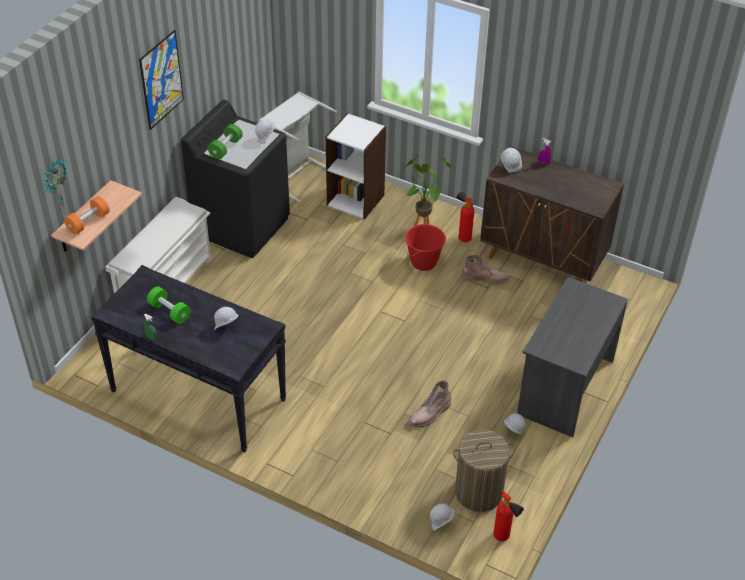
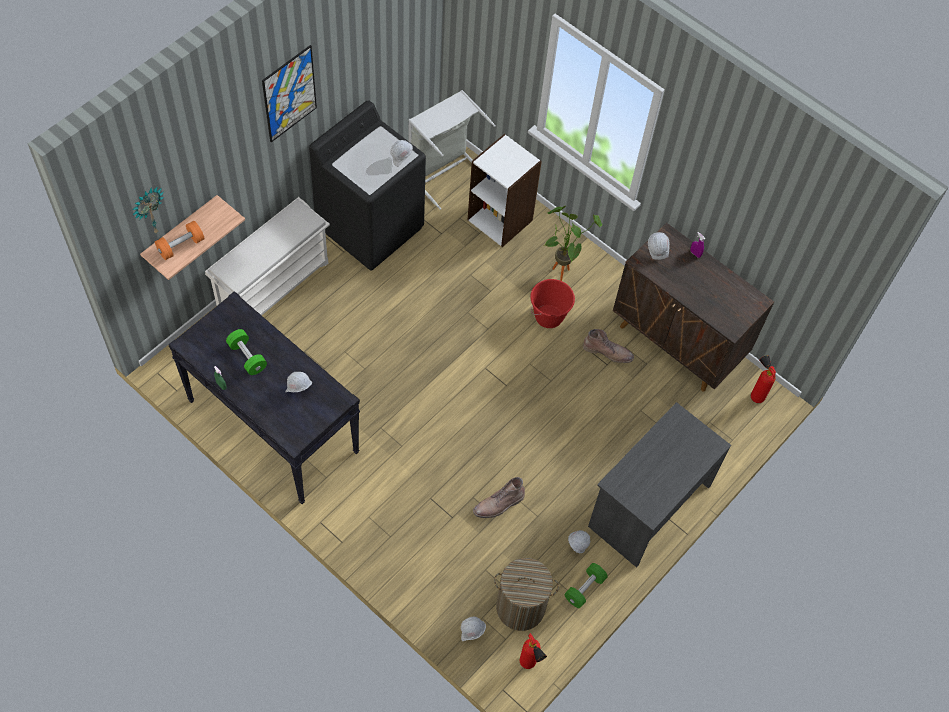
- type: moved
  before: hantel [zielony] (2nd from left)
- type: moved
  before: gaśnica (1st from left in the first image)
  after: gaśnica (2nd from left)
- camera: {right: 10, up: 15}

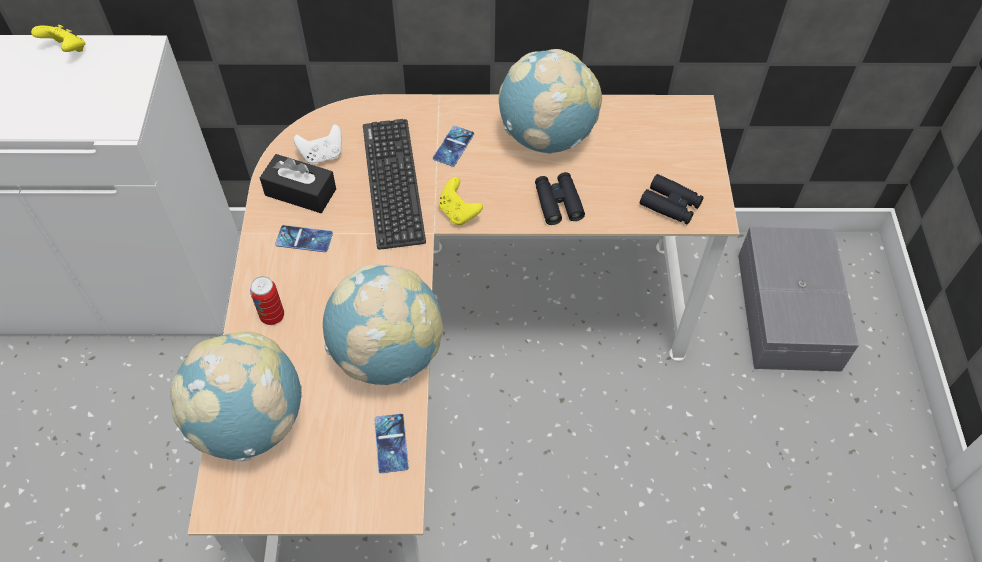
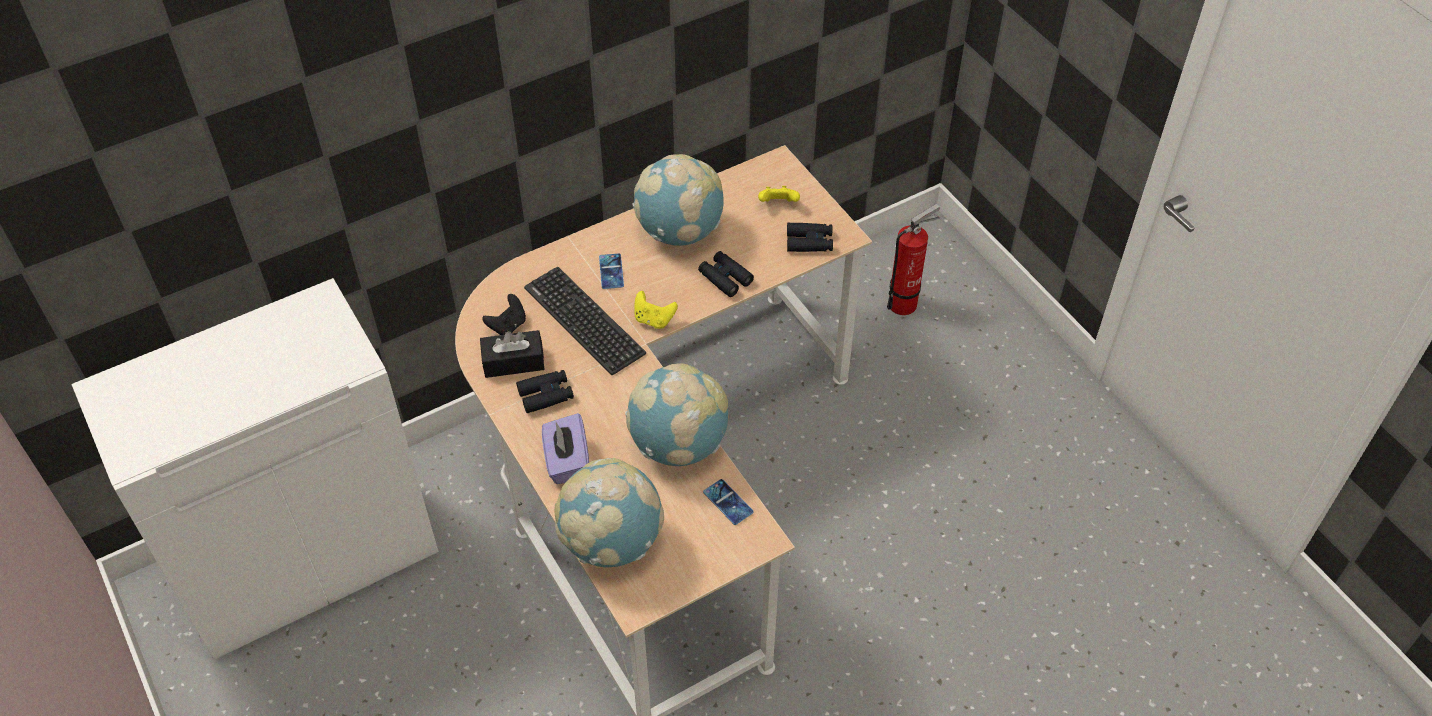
- type: recoloured
  before: pad do gier [biały]
  after: pad do gier [czarny]
- type: replaced
  before: telefon (1st from left)
  after: lornetka [czarny] (1st from left)
- type: replaced
  before: puszka
  after: pudełko chusteczek [fioletowy]
- type: moved
  before: pad do gier [żółty] (1st from left in the first image)
  after: pad do gier [żółty] (2nd from left)
- type: replaced
  before: pojemnik do przechowywania [szary]
  after: gaśnica
- camera: {right: -30, up: -5}

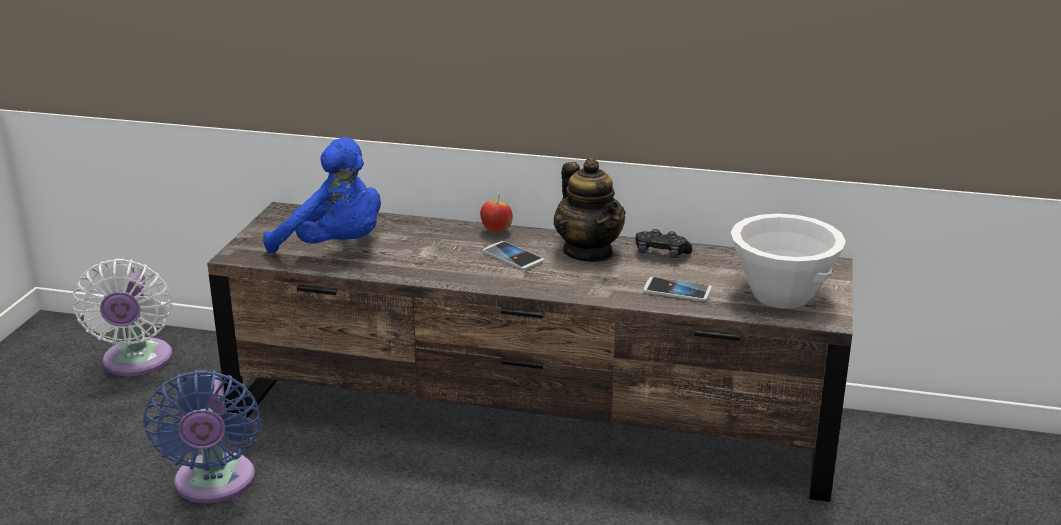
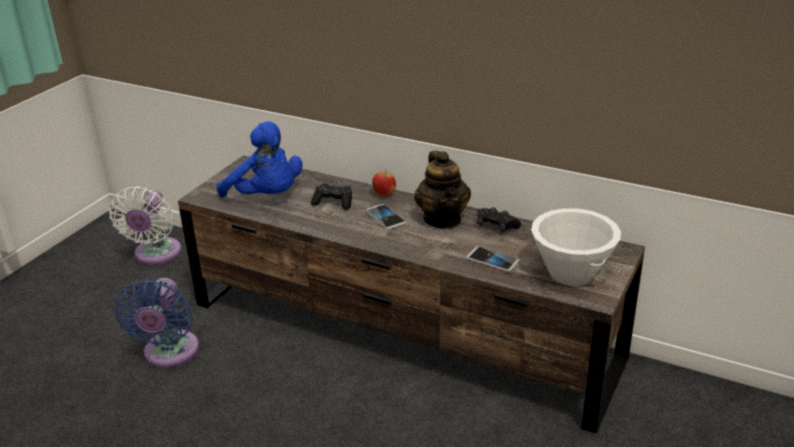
- type: added
  after: pad do gier [czarny] (1st from left)
- camera: {right: 15, up: 5}

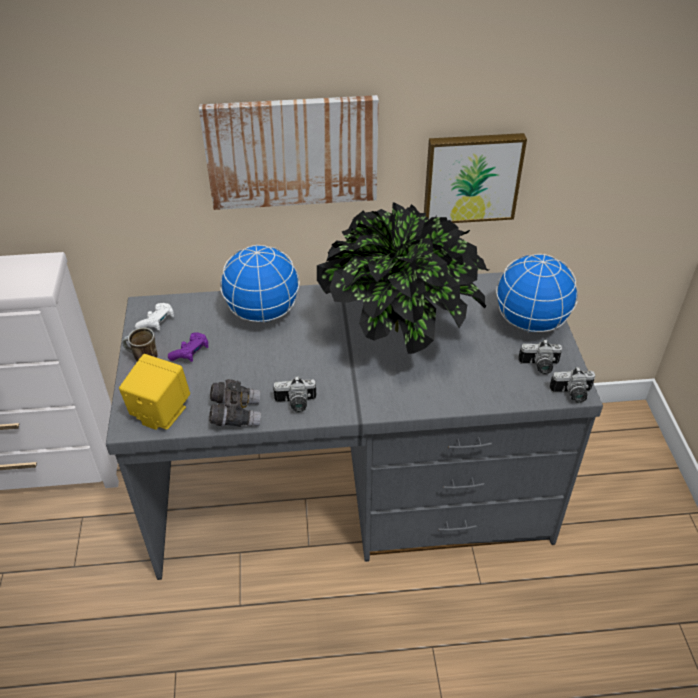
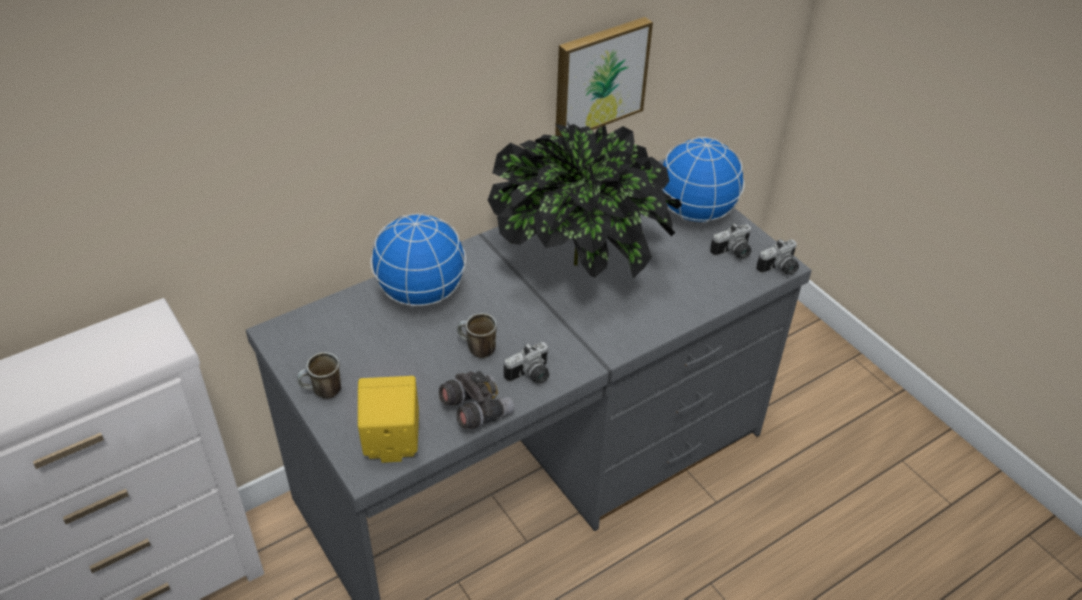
- type: added
  after: kubek (2nd from left)
- type: removed
  before: pad do gier [biały]
- type: removed
  before: pad do gier [fioletowy]
- type: removed
  before: obraz (1st from left)
- camera: {right: -30, up: 0}

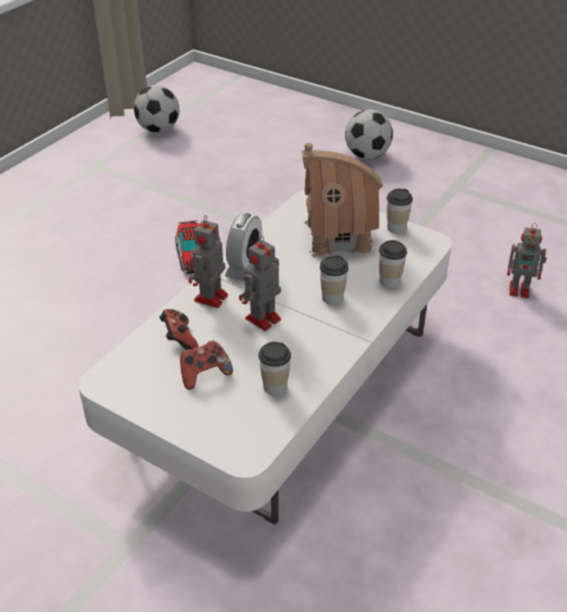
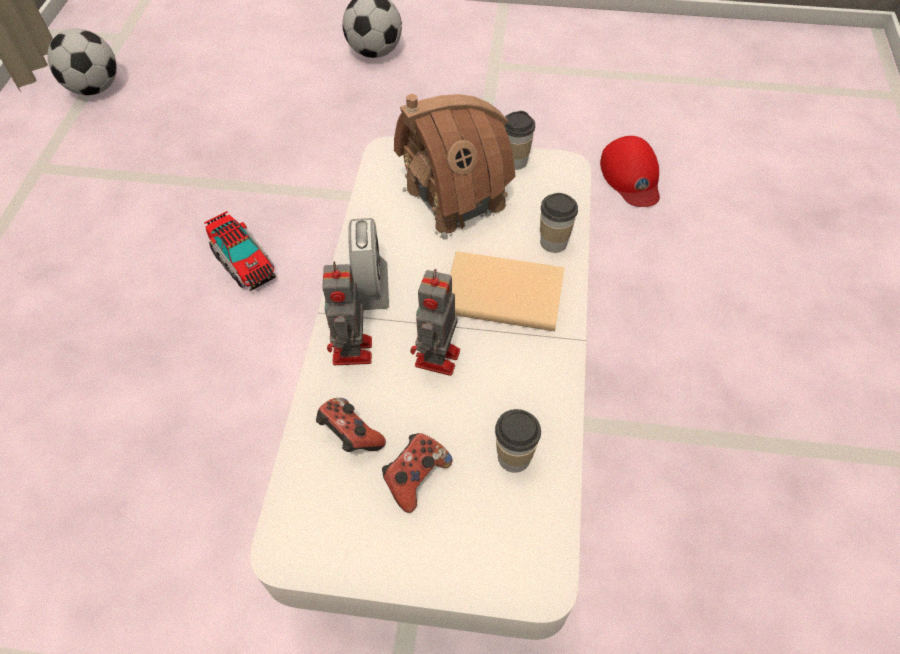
- type: replaced
  before: filiżanka (2nd from left)
  after: książka [beżowy]
- type: replaced
  before: robot zabawkowy (3rd from left)
  after: czapka z daszkiem [czerwony]
- camera: {right: -25, up: 15}

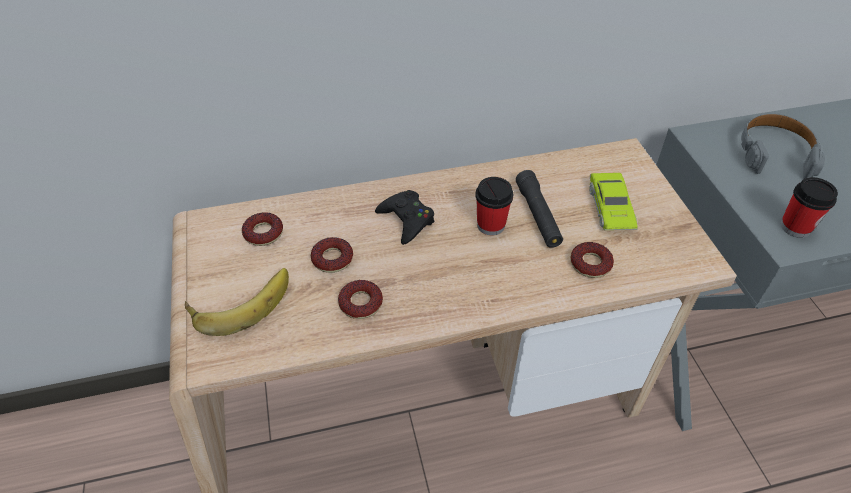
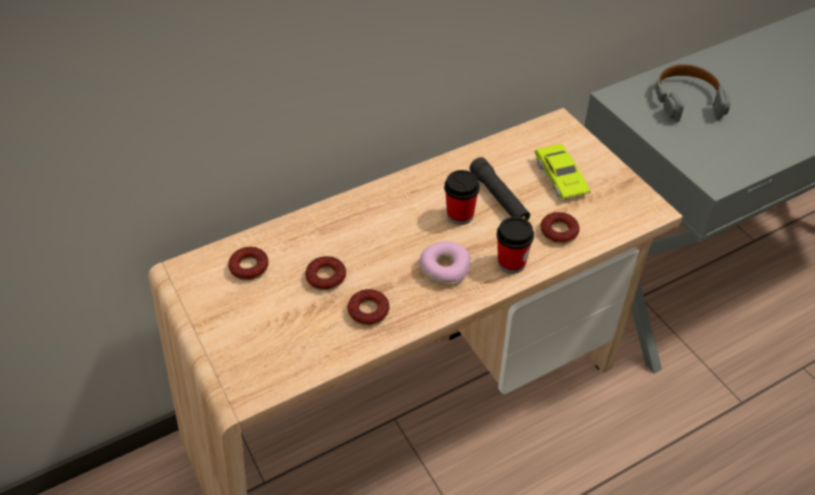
- type: added
  after: donut (4th from left)
- type: moved
  before: filiżanka (2nd from left)
- type: removed
  before: banan
- type: removed
  before: pad do gier [czarny]
- camera: {right: -15, up: 0}

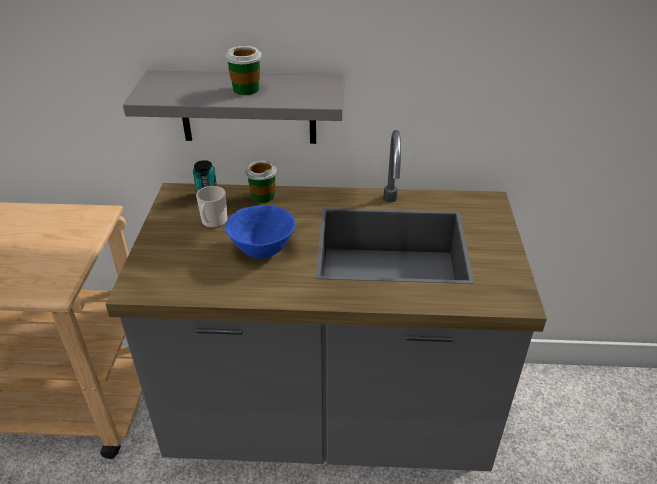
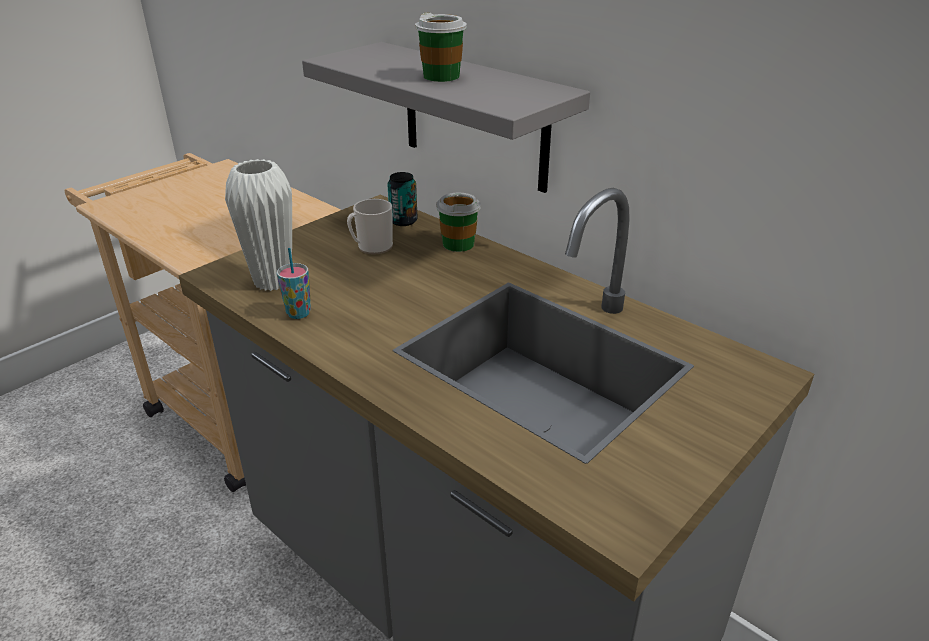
- type: added
  after: wazon [biały]
- type: added
  after: filiżanka (1st from left)
- type: removed
  before: miska [niebieski]
- camera: {right: 40, up: -5}

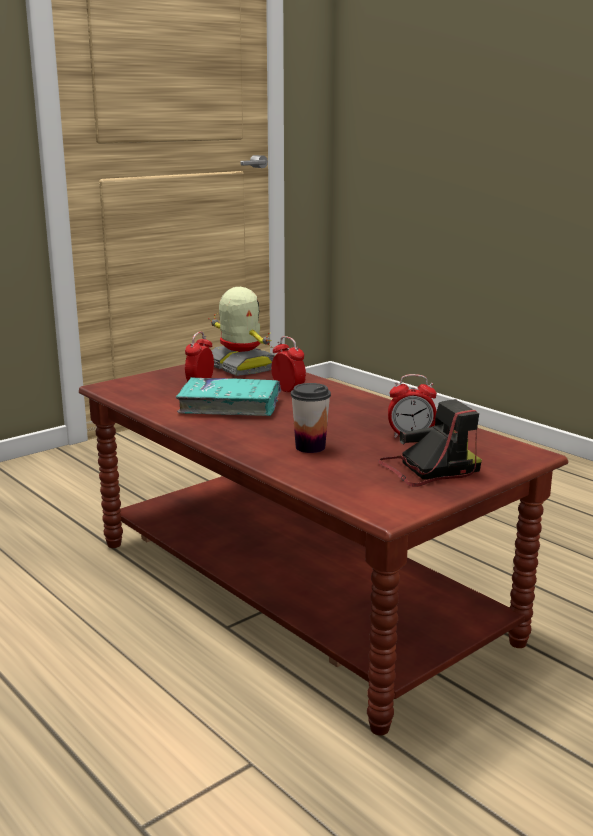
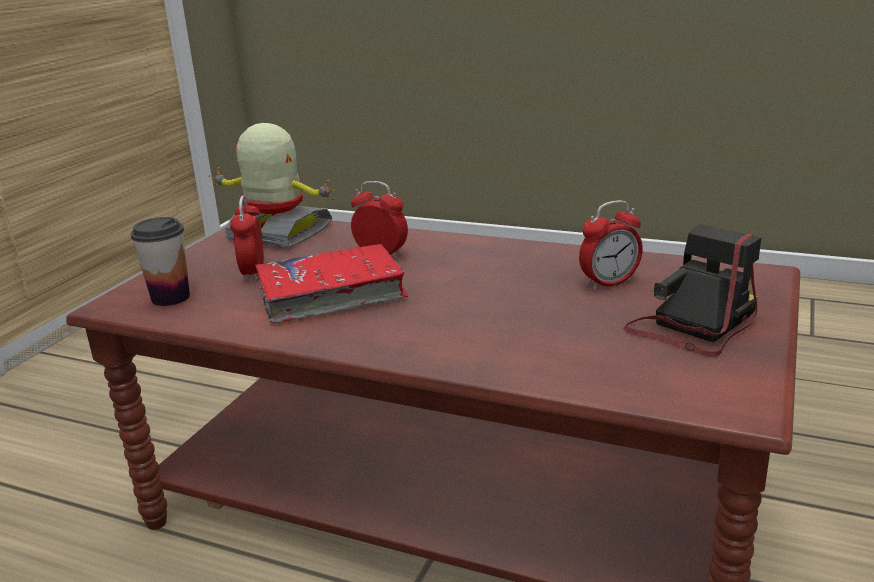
- type: moved
  before: filiżanka
- type: recoloured
  before: książka [turkusowy]
  after: książka [czerwony]
- camera: {right: -25, up: 5}

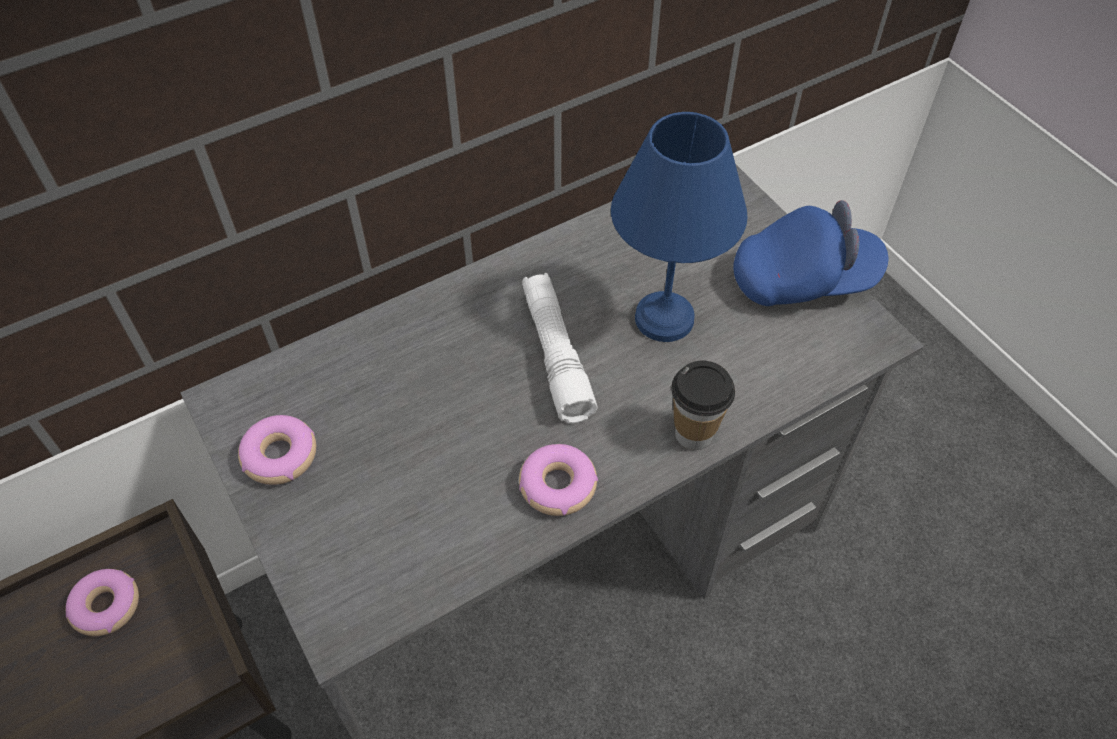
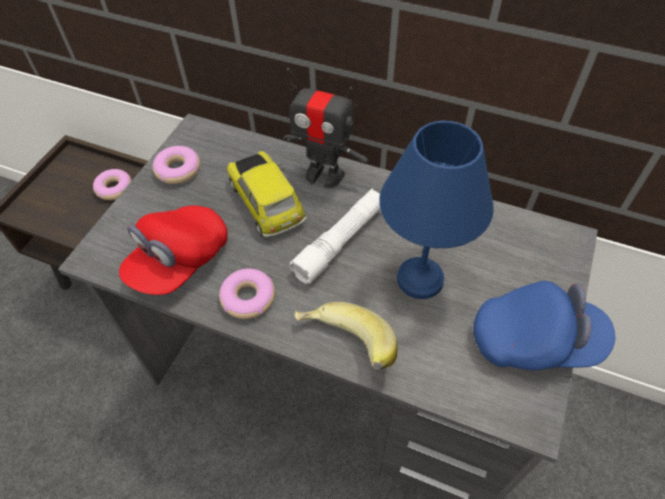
- type: added
  after: czapka z daszkiem [czerwony]
- type: added
  after: samochodzik
- type: added
  after: robot zabawkowy
- type: replaced
  before: filiżanka
  after: banan
- type: turned
  before: czapka z daszkiem [niebieski]
  turn: -45
- camera: {right: 55, up: 0}

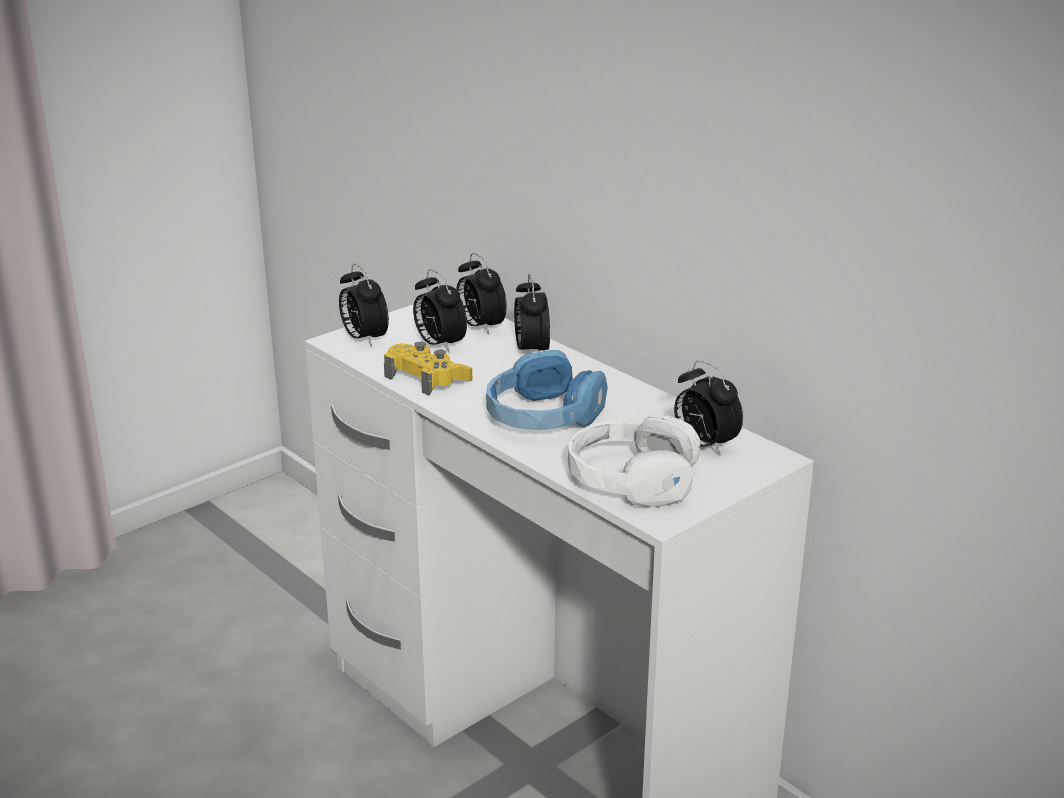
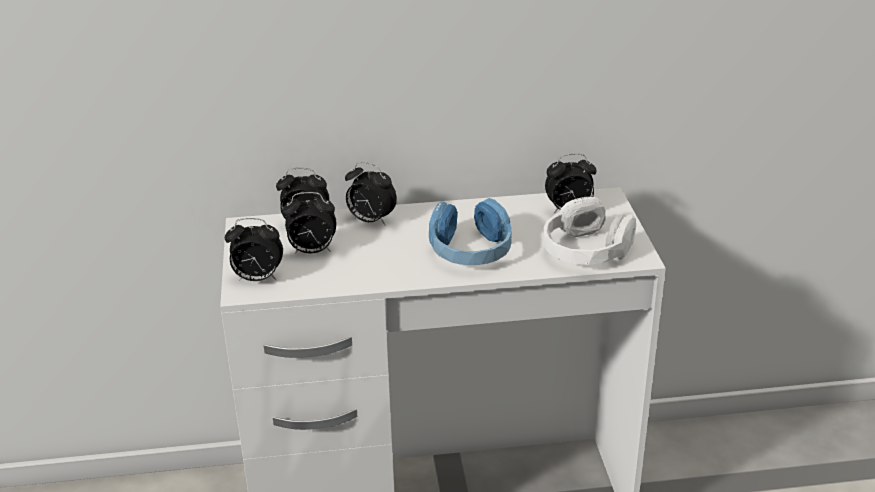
- type: removed
  before: pad do gier [żółty]
- camera: {right: -55, up: 5}

